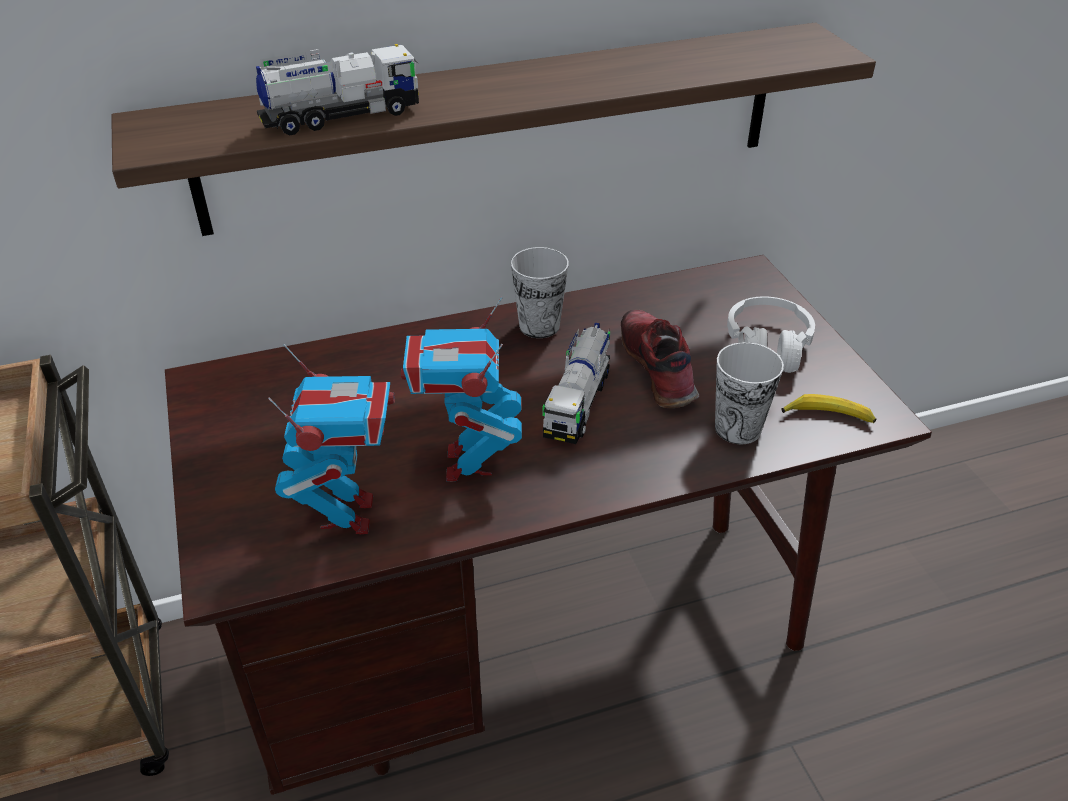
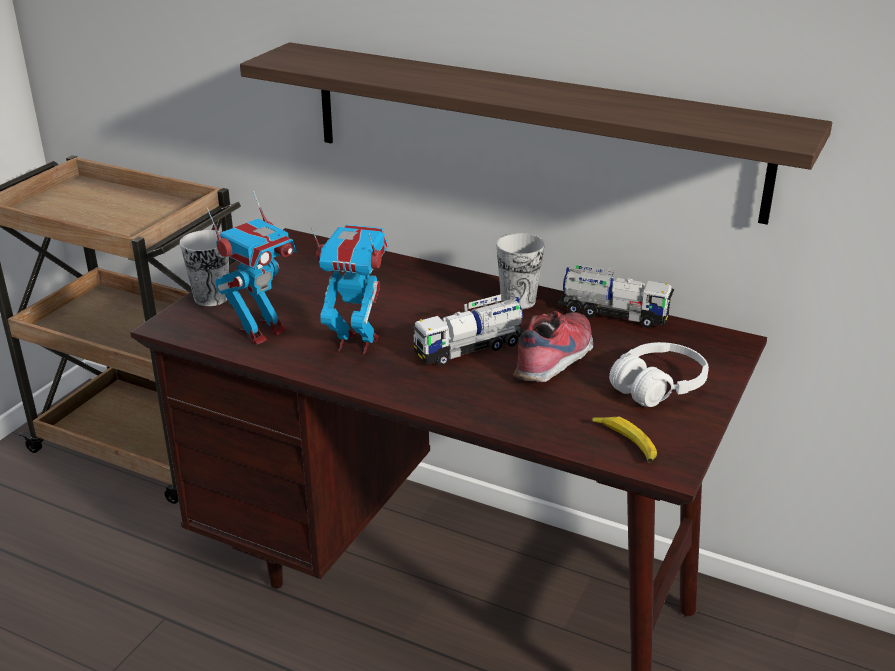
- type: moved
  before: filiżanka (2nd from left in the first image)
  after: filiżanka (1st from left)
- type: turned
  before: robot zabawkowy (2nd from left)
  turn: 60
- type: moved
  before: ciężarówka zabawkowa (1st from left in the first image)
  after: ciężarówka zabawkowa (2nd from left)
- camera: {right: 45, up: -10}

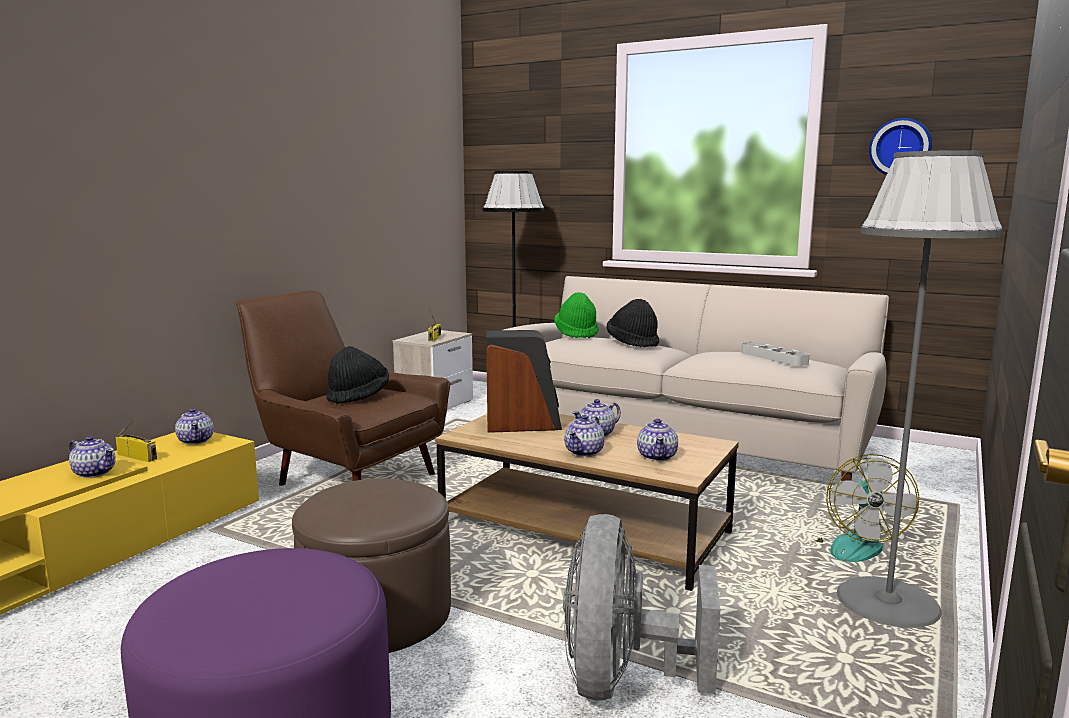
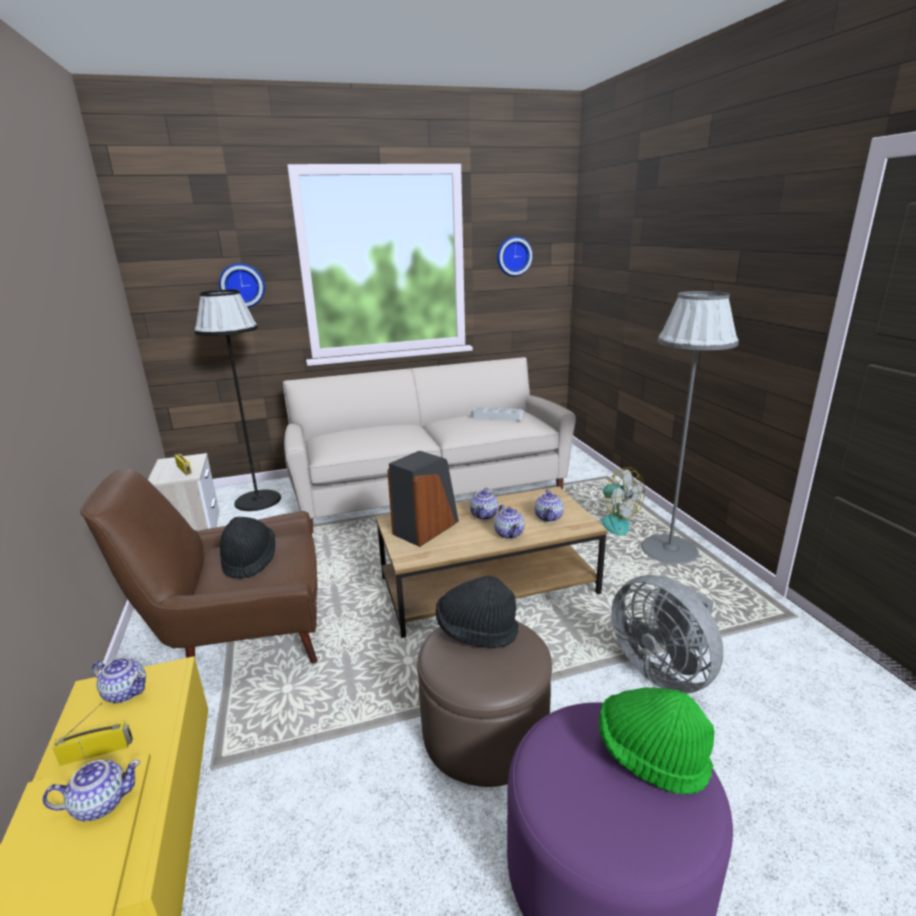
- type: added
  after: zegar ścienny (1st from left)
- type: moved
  before: kapelusz [czarny] (2nd from left)
- type: turned
  before: imbryk (5th from left)
  turn: 45
- type: moved
  before: kapelusz [zielony]
- camera: {right: -45, up: 10}

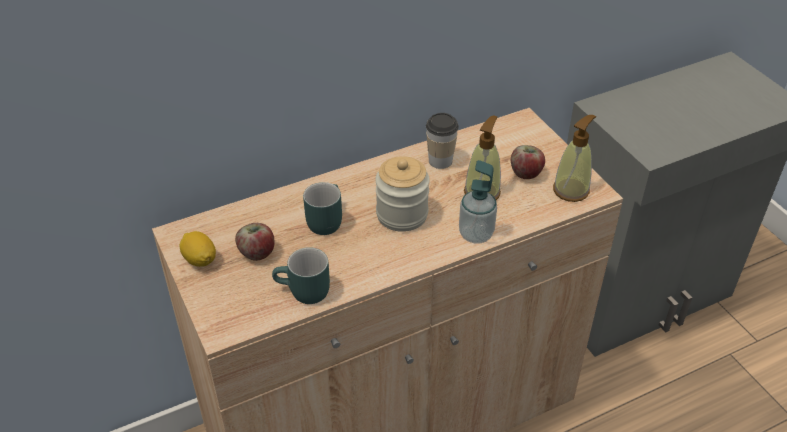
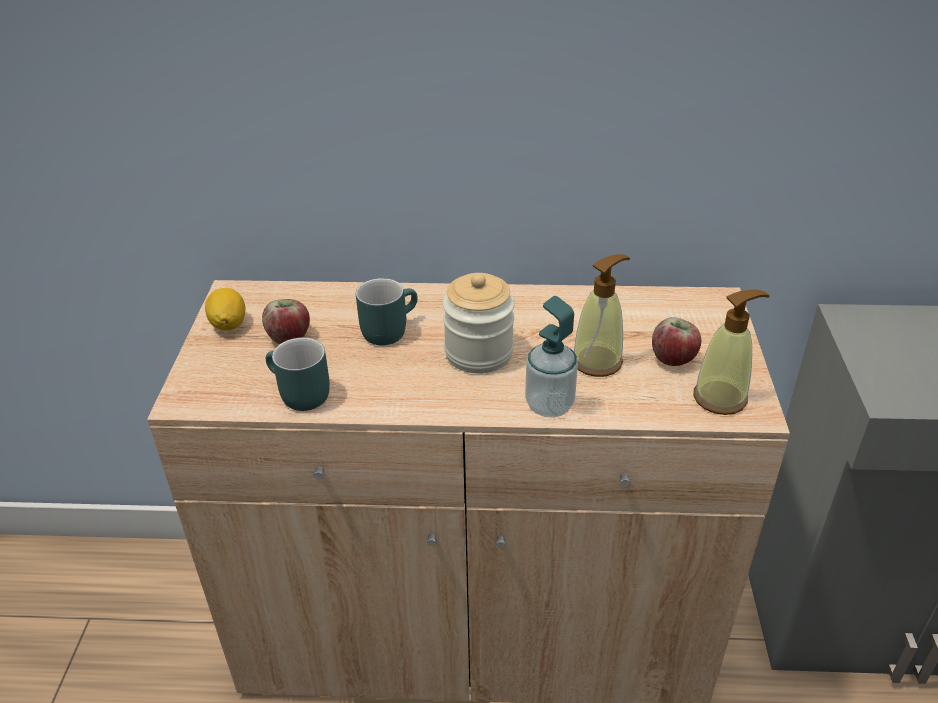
- type: removed
  before: filiżanka
- camera: {right: 30, up: -5}

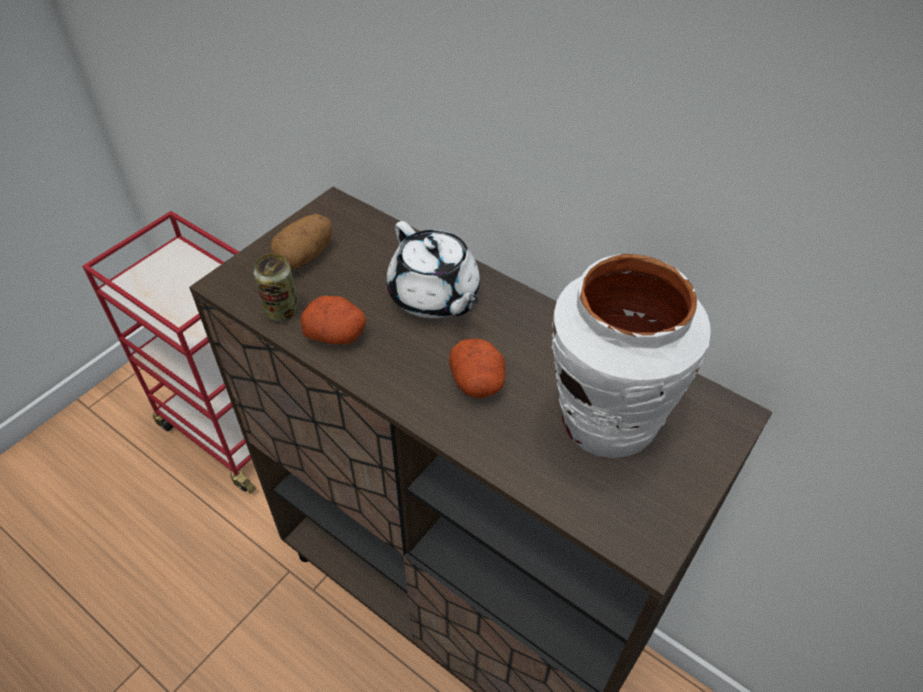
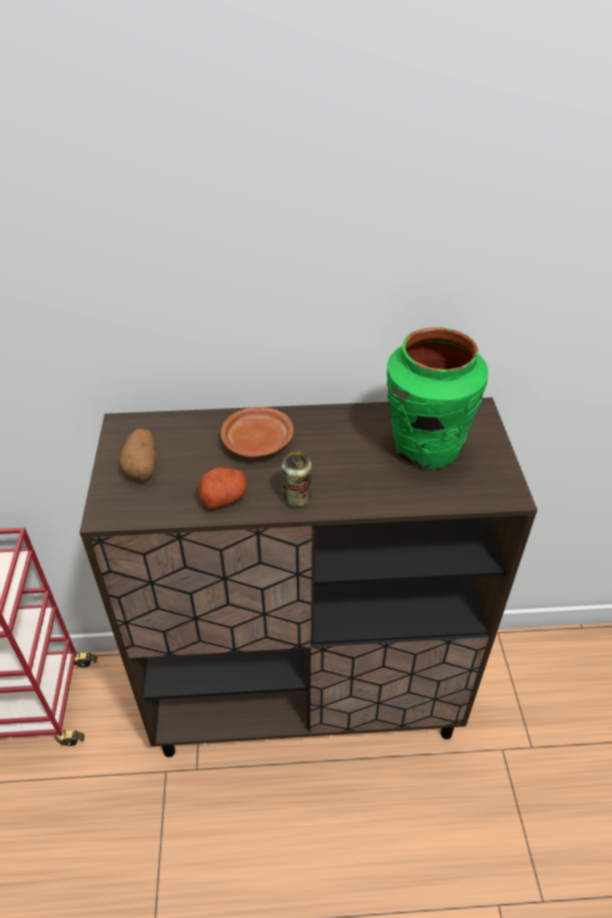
- type: replaced
  before: imbryk [biały]
  after: talerz [brązowy]
- type: moved
  before: puszka
- type: recoloured
  before: wazon [biały]
  after: wazon [zielony]
- type: removed
  before: ziemniak (3rd from left)
- camera: {right: -40, up: -5}

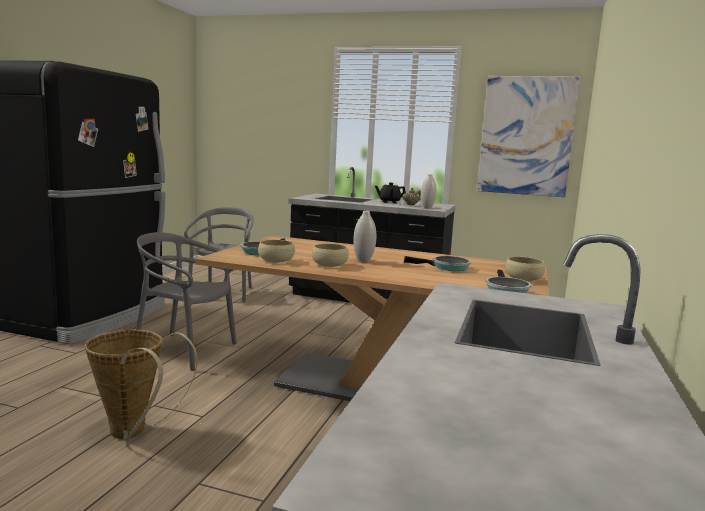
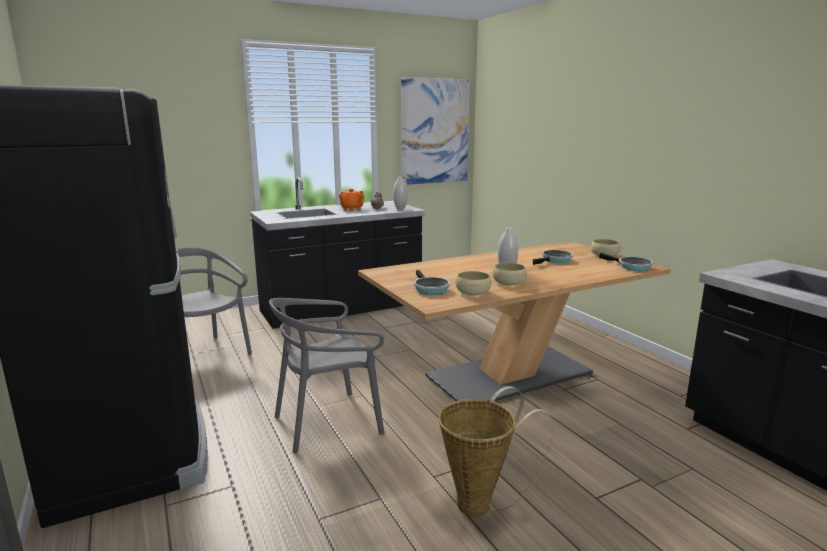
- type: recoloured
  before: imbryk [czarny]
  after: imbryk [pomarańczowy]
- camera: {right: -45, up: 5}

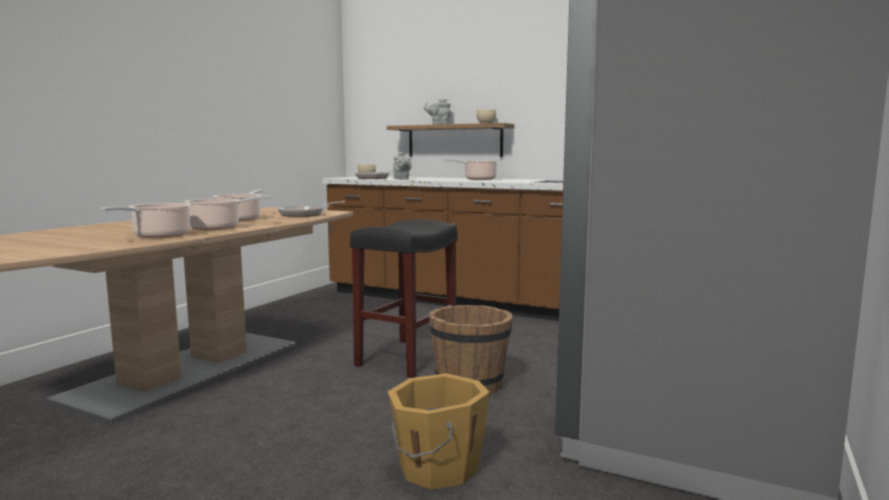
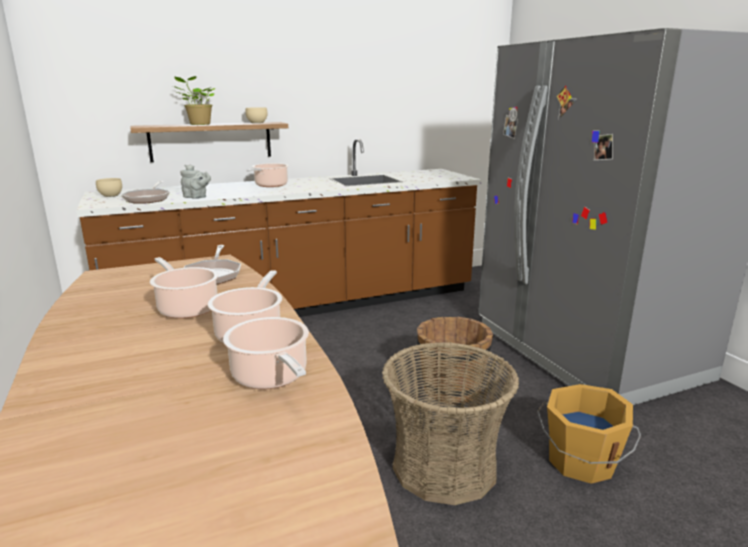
- type: replaced
  before: imbryk [szary] (2nd from left)
  after: roślina doniczkowa
- type: added
  after: koszyk
- type: removed
  before: stołek [czarny]
- camera: {right: -50, up: 10}

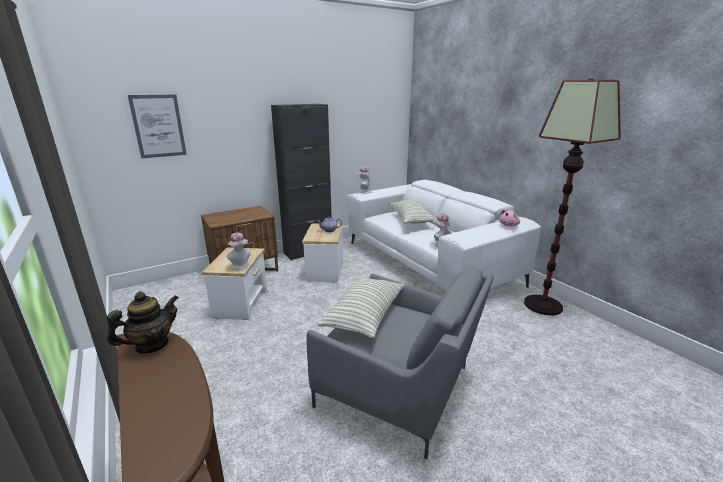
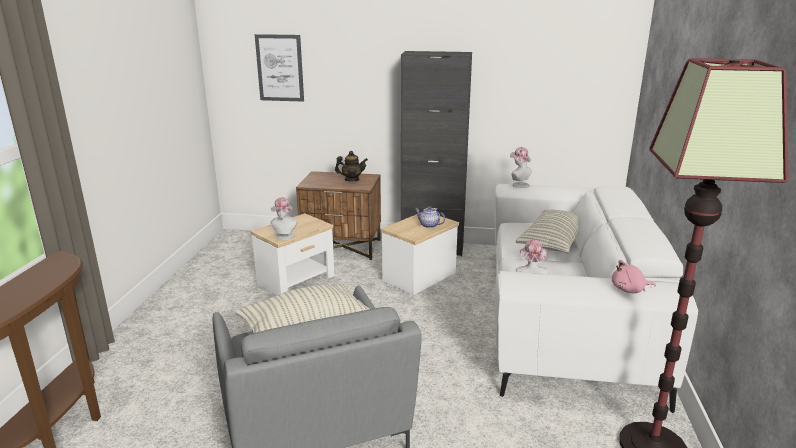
- type: moved
  before: imbryk (1st from left)
- camera: {right: 40, up: 0}

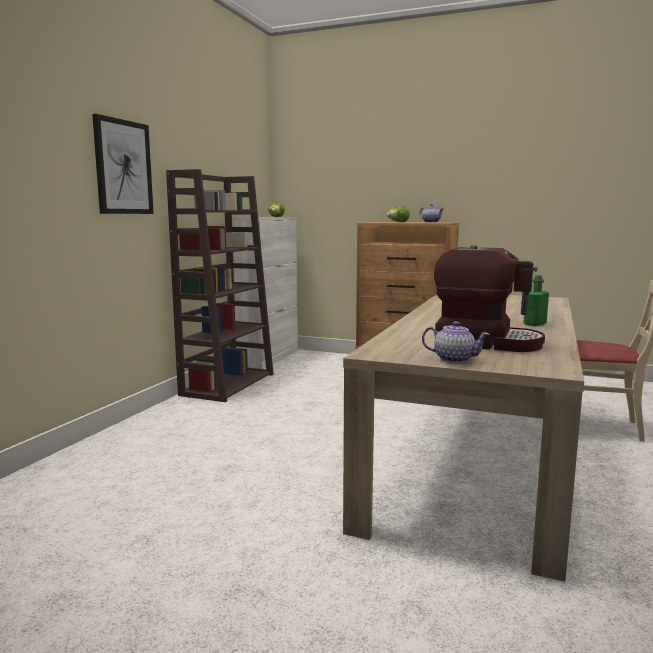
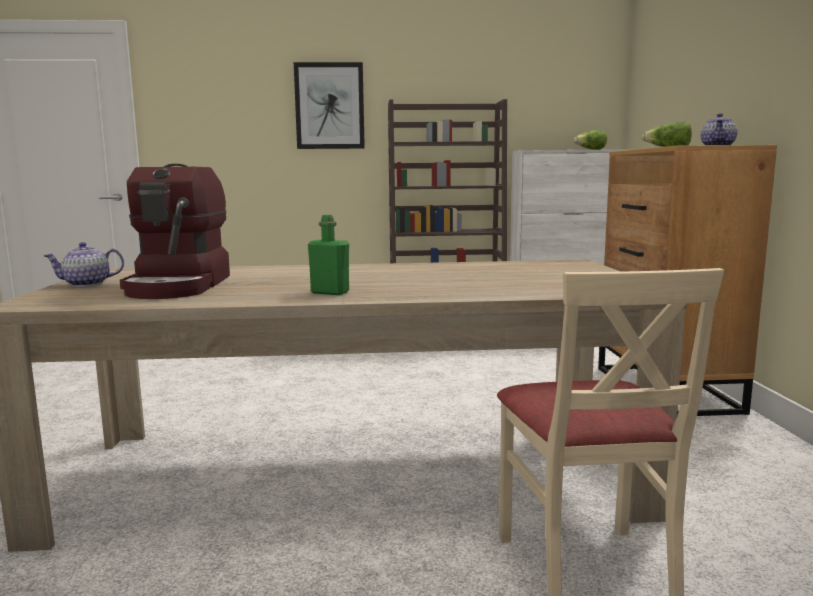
- type: turned
  before: imbryk (2nd from left in the first image)
  turn: 75
- camera: {right: 65, up: 0}

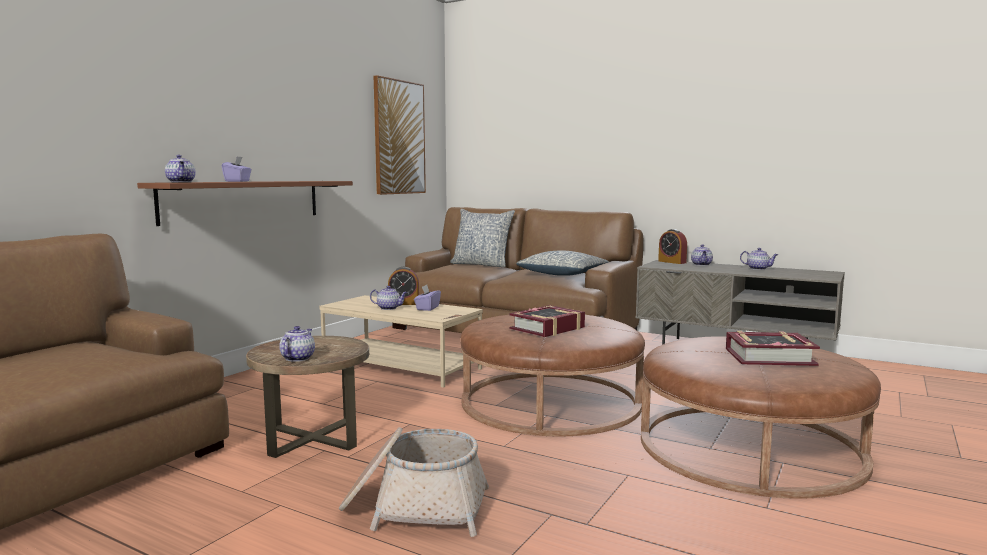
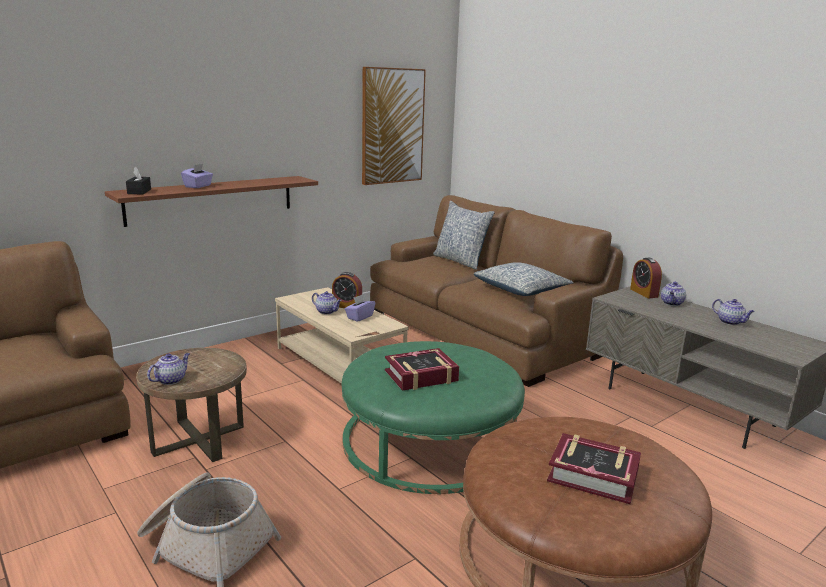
- type: replaced
  before: imbryk (1st from left)
  after: pudełko chusteczek [czarny]
- type: recoloured
  before: pufa [brązowy] (1st from left)
  after: pufa [zielony]
- camera: {right: 20, up: 10}

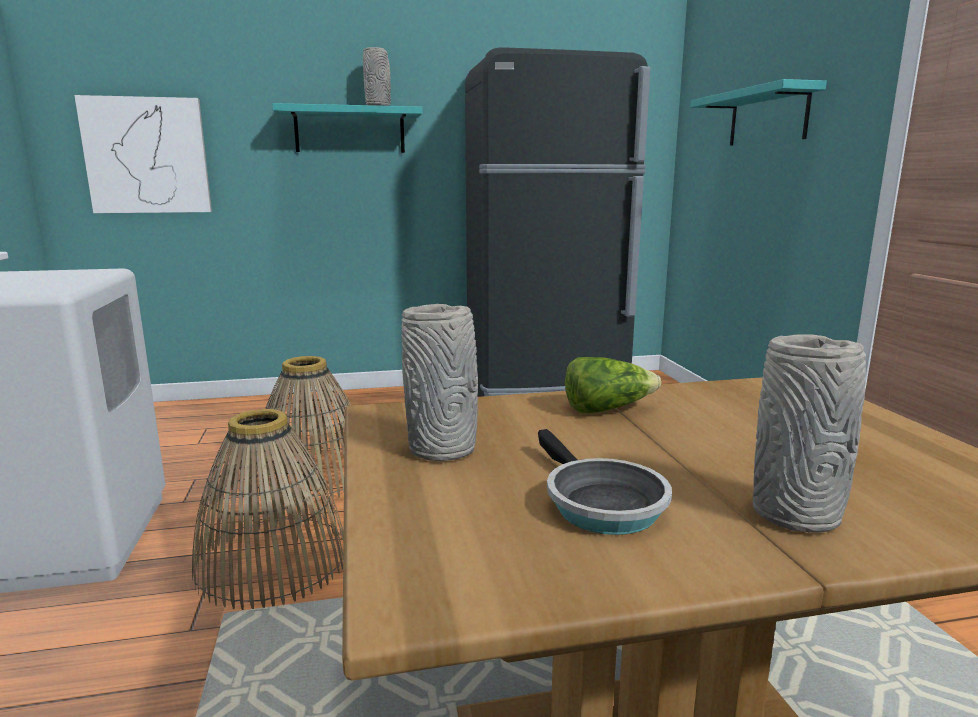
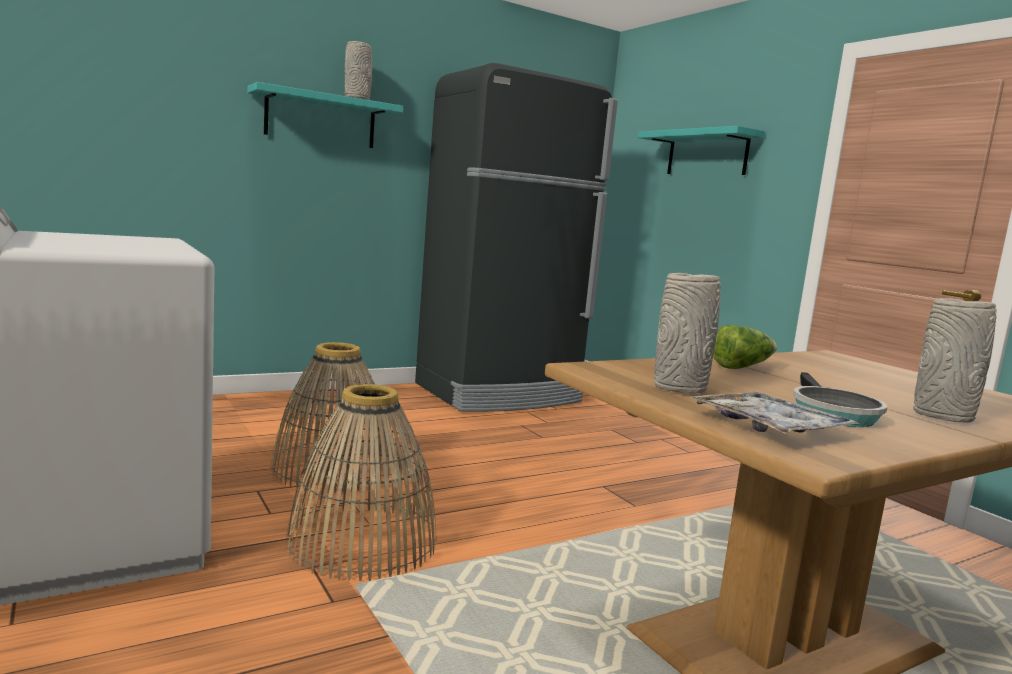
- type: added
  after: taca
- type: turned
  before: patelnia
  turn: 45
- type: removed
  before: obraz
- camera: {right: -20, up: -5}

